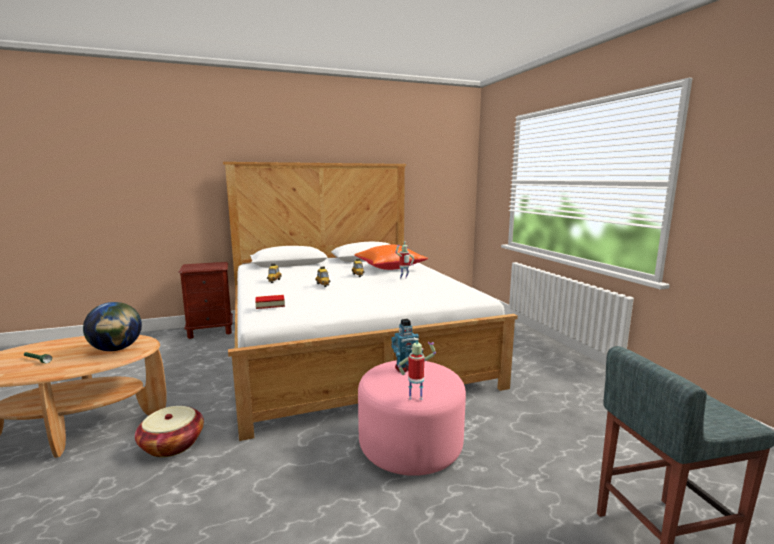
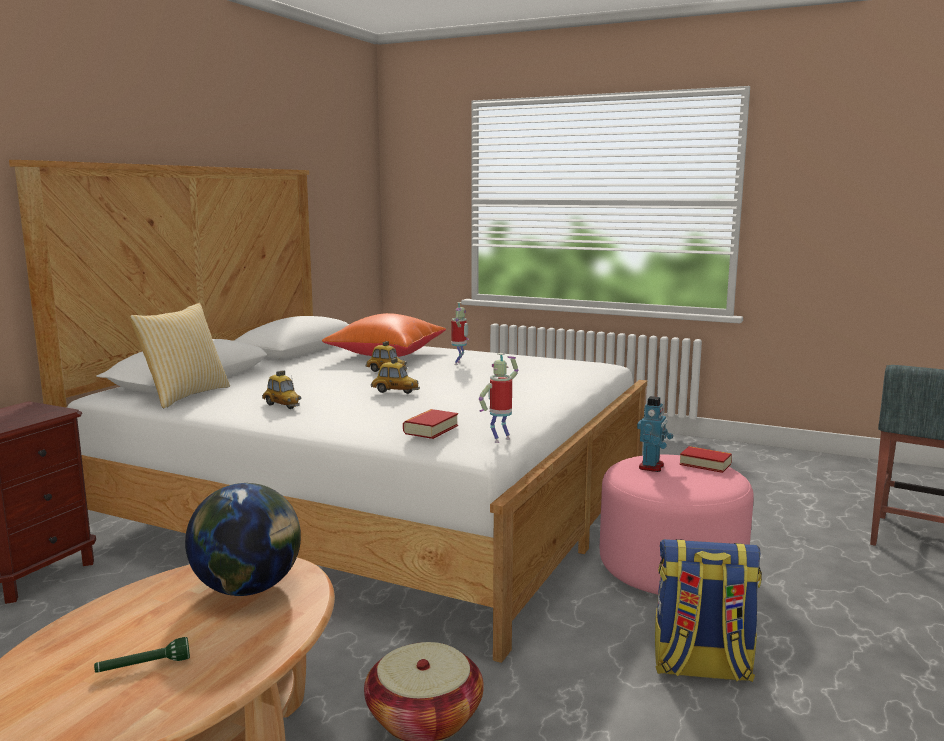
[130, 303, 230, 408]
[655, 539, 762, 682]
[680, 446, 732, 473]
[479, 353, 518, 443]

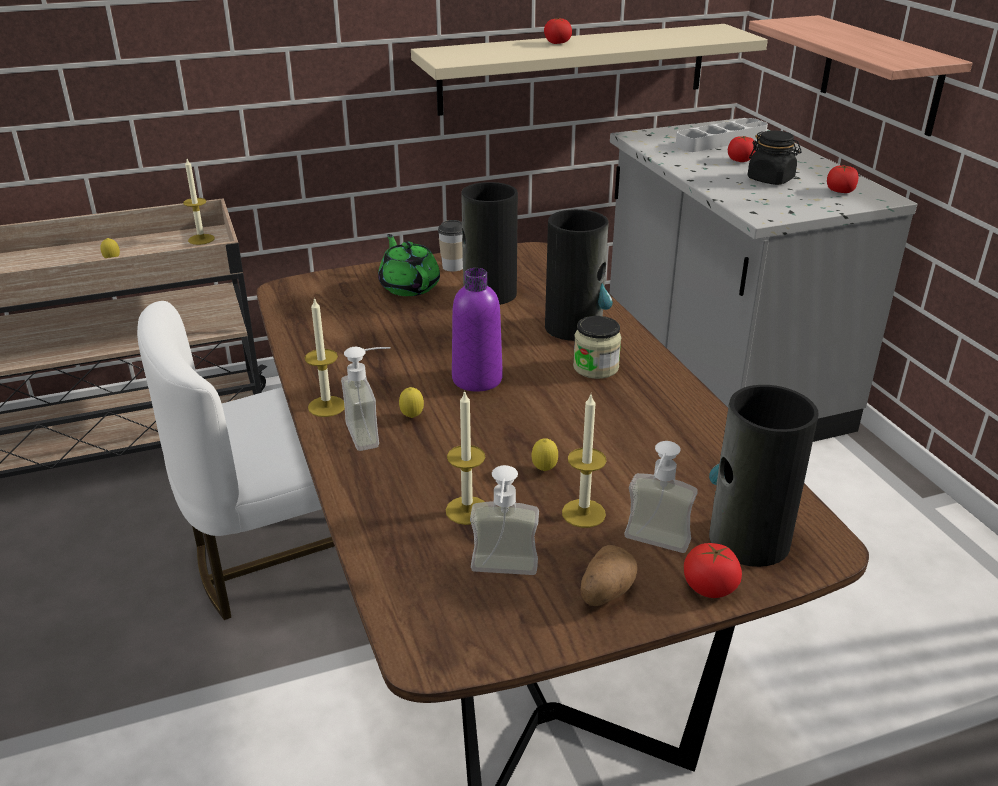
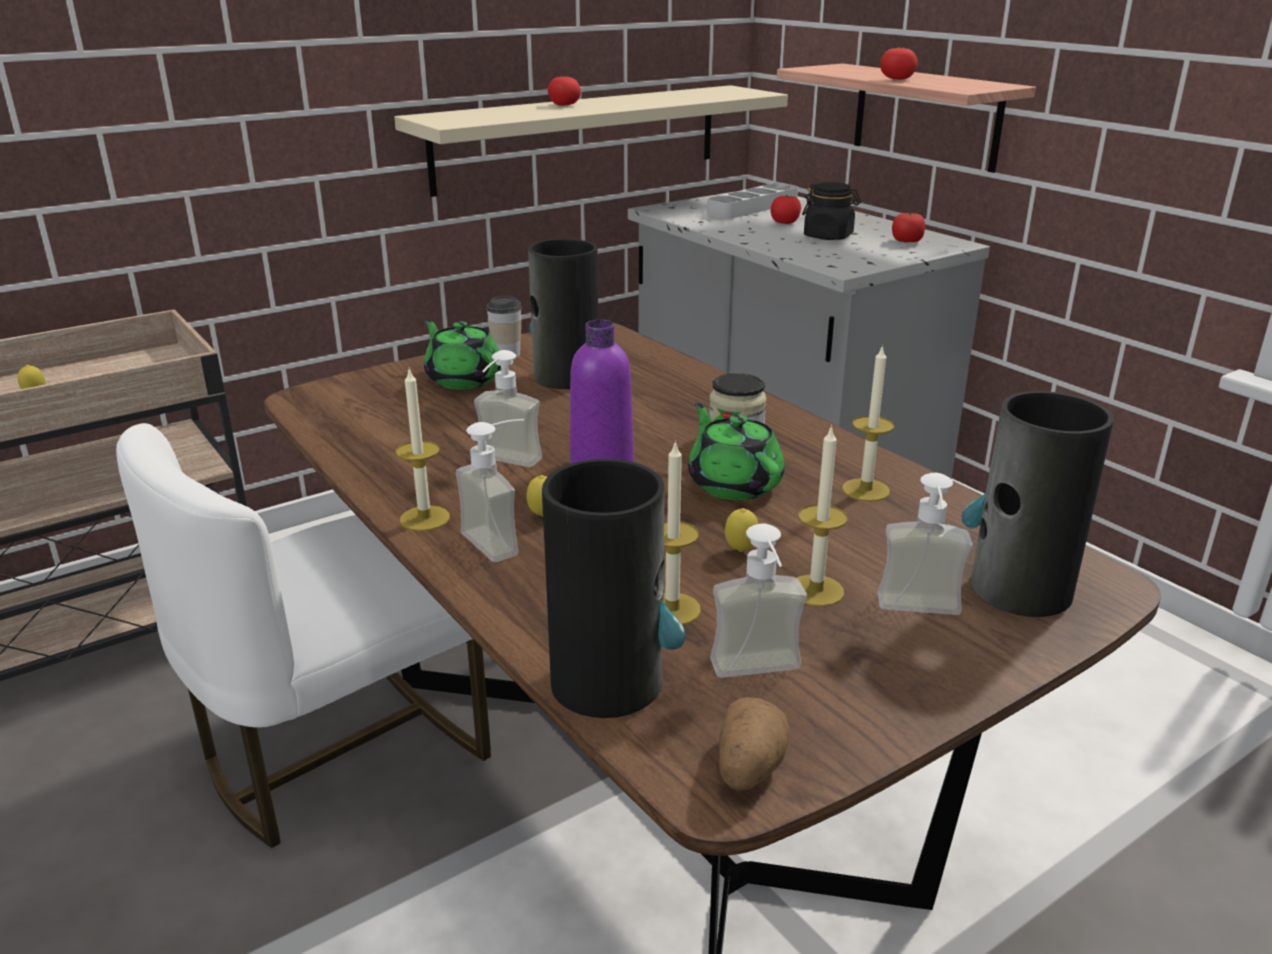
[474, 350, 542, 467]
[688, 403, 784, 500]
[842, 345, 894, 502]
[542, 459, 685, 718]
[719, 697, 790, 791]
[880, 46, 918, 80]

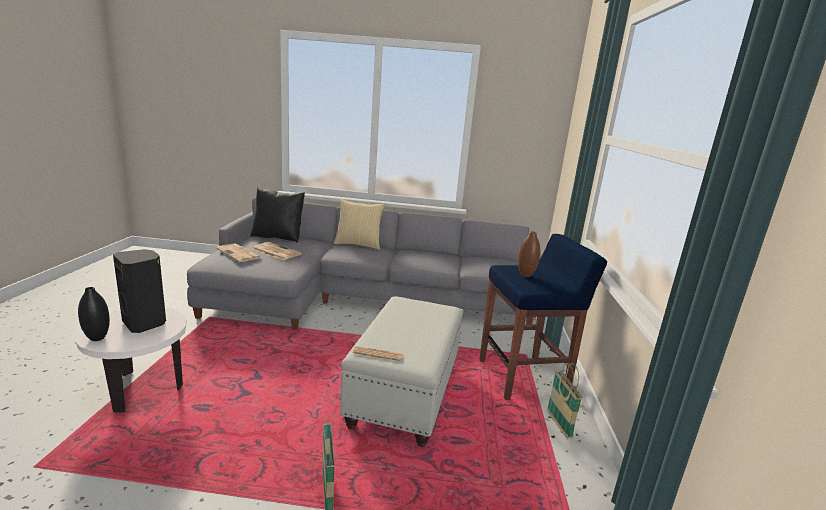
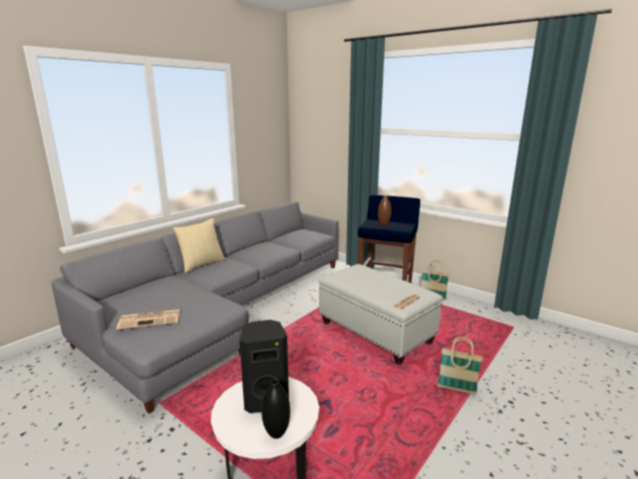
[250, 187, 305, 242] (first image)
[252, 242, 302, 260] (first image)

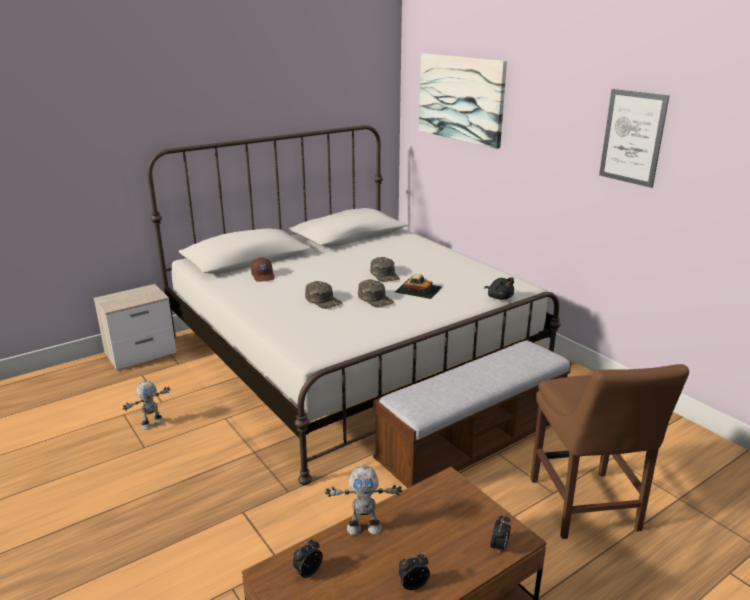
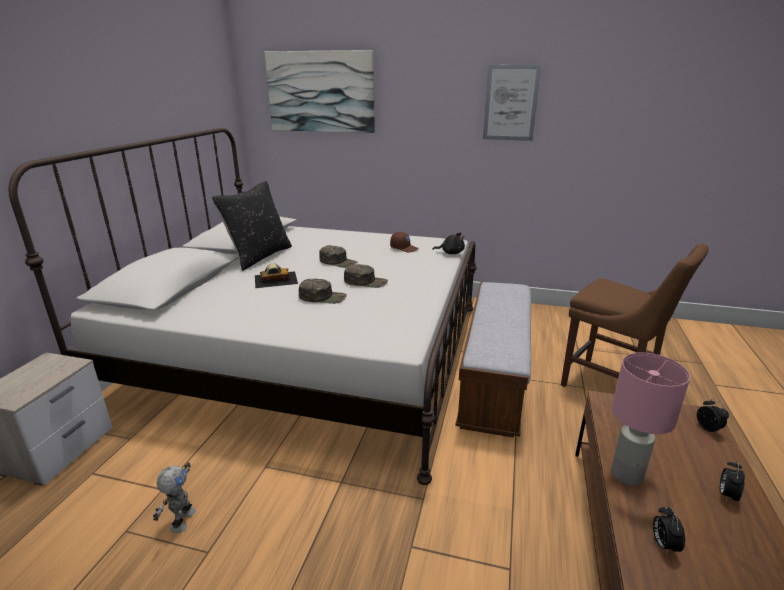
[212, 181, 292, 271]
[390, 232, 419, 253]
[255, 264, 298, 288]
[611, 353, 690, 486]

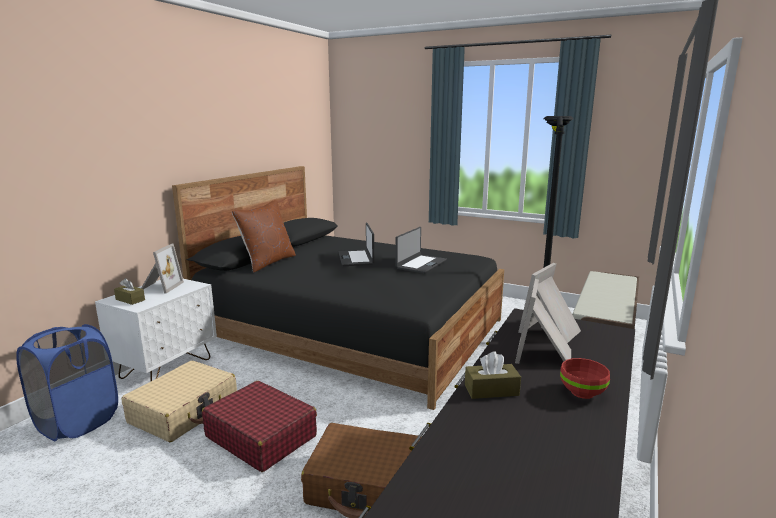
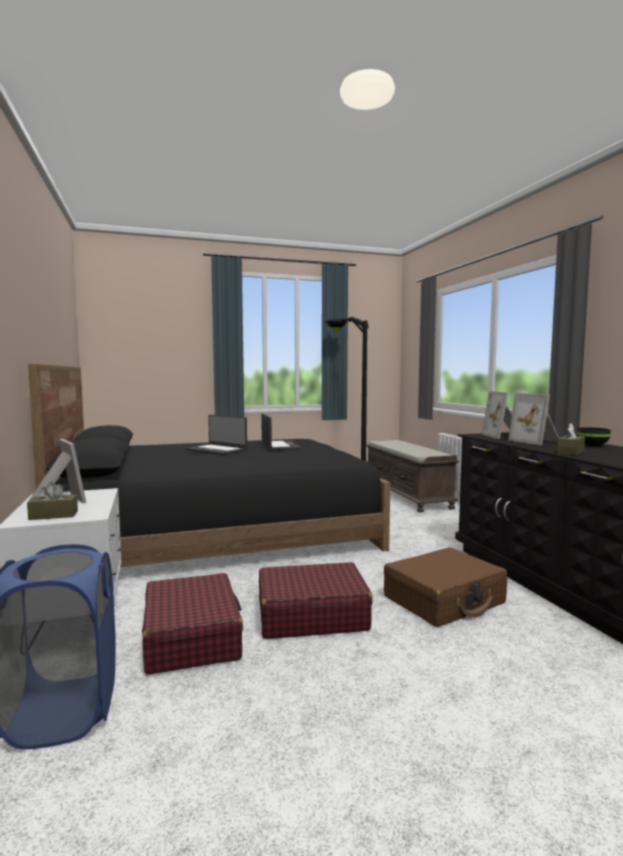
[232, 200, 296, 272] (first image)
[142, 573, 243, 675]
[577, 427, 611, 447]

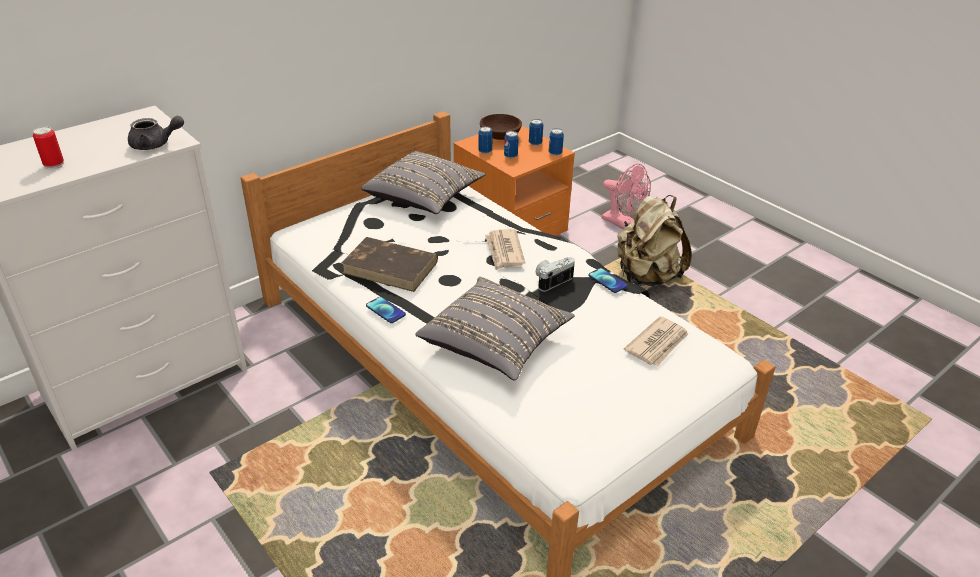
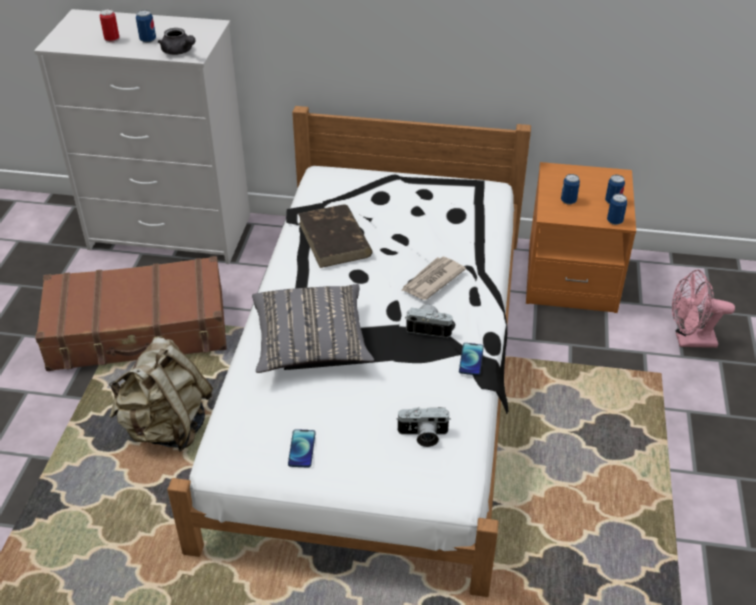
[361, 151, 485, 214] (first image)
[480, 114, 522, 140] (first image)
[35, 256, 227, 371]
[288, 429, 315, 468]
[136, 10, 156, 43]
[109, 337, 213, 452]
[396, 407, 451, 447]
[672, 270, 735, 348]

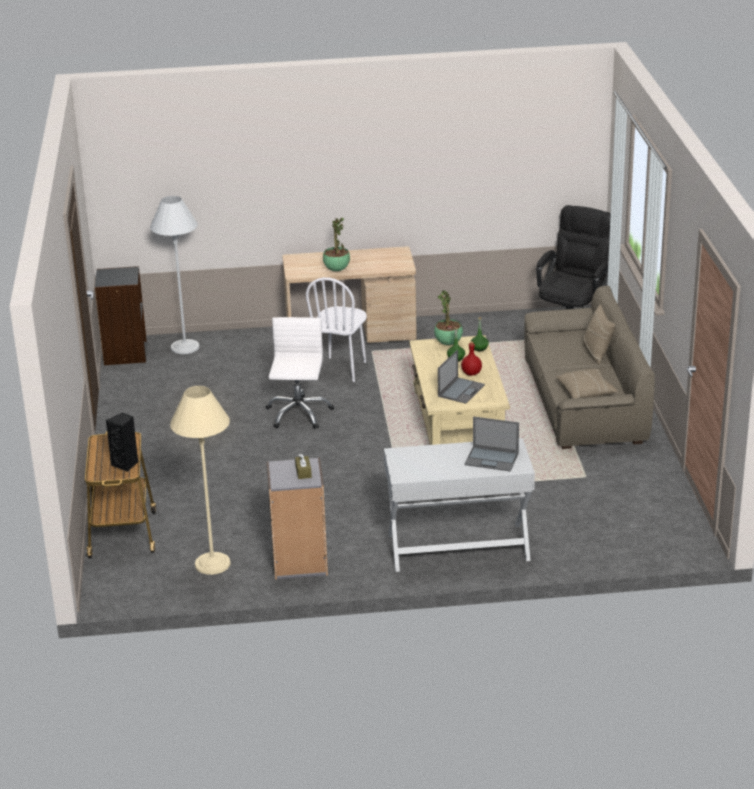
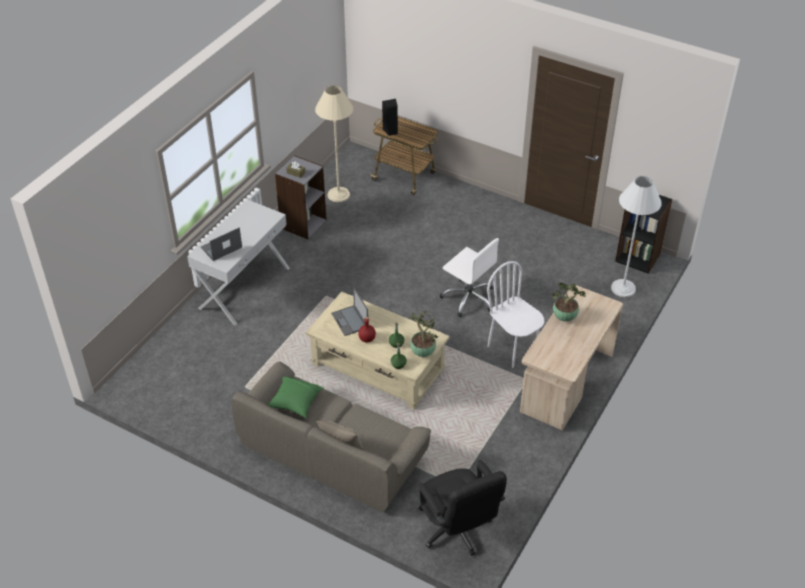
[268, 376, 323, 418]

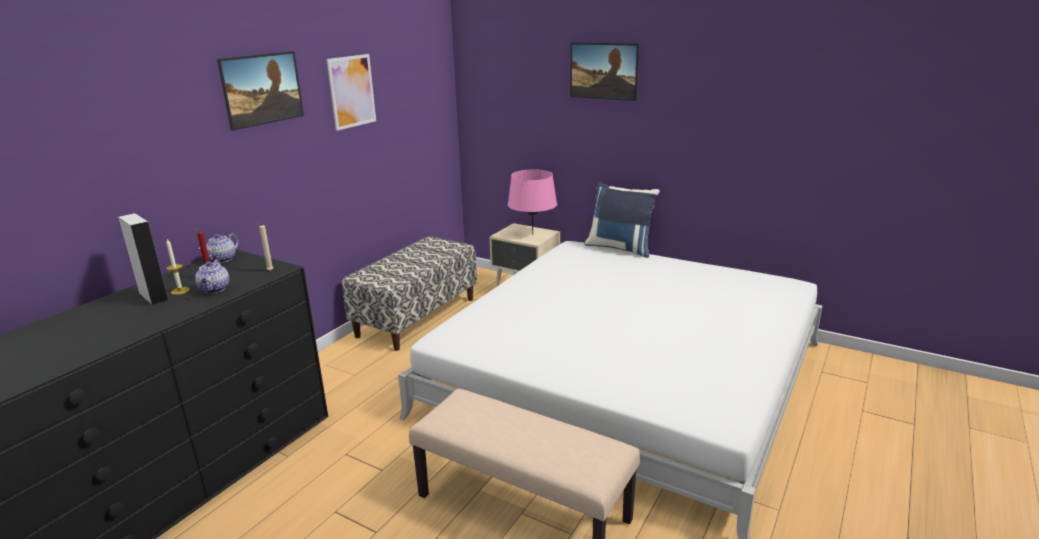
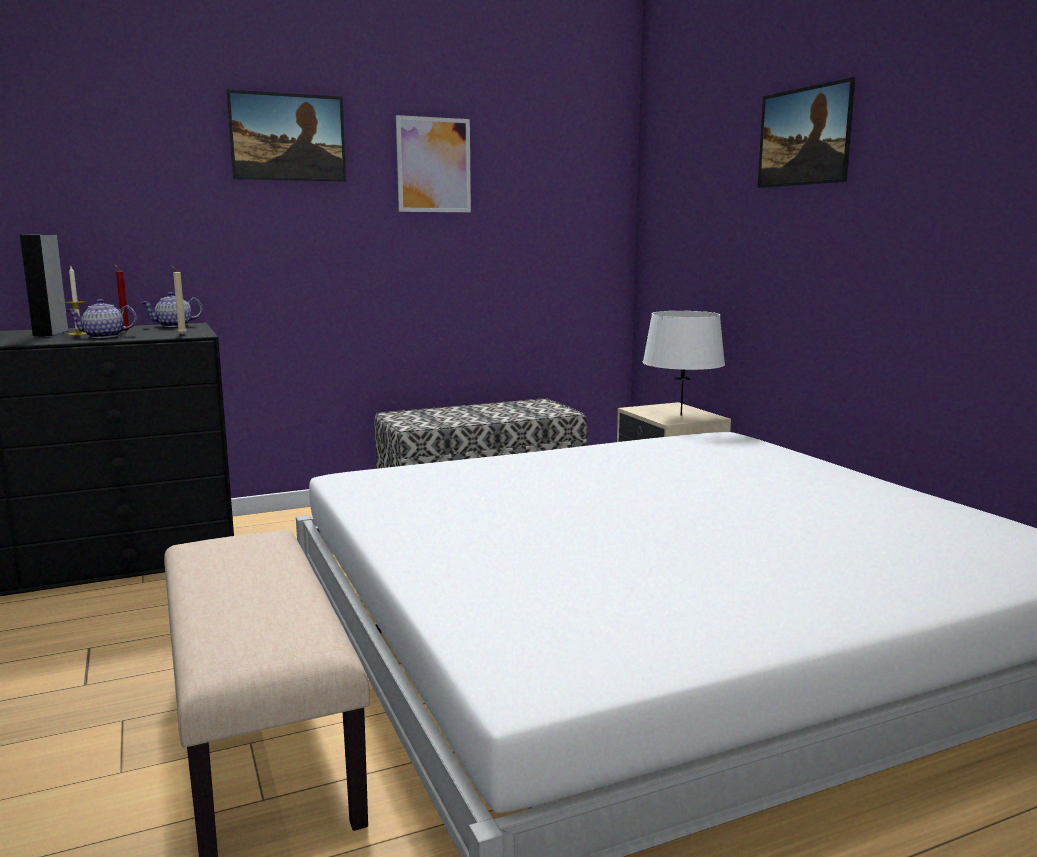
[584, 182, 660, 258] (first image)
[643, 311, 725, 416]
[67, 299, 137, 338]

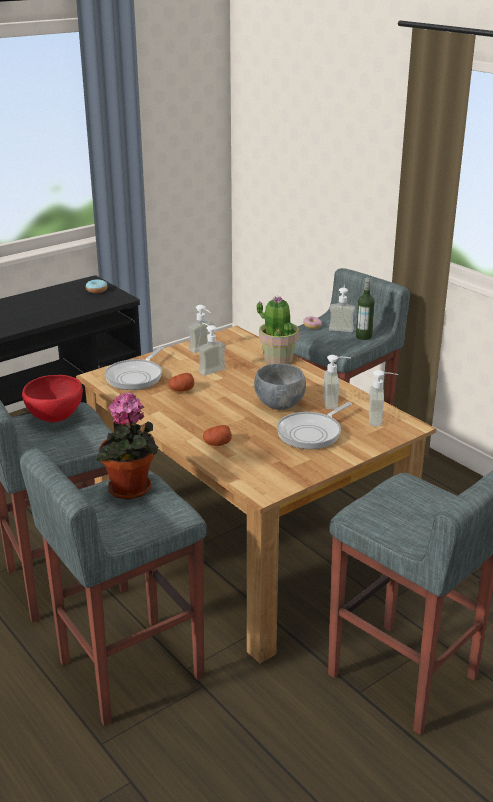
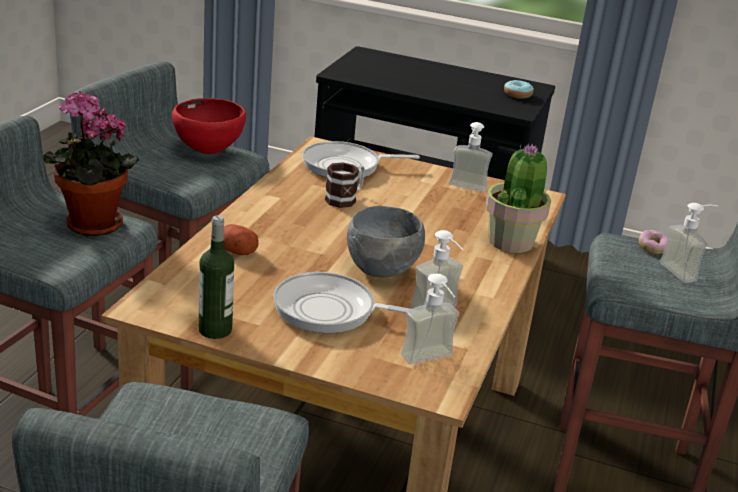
[198, 323, 226, 376] (first image)
[199, 215, 234, 339]
[325, 162, 365, 208]

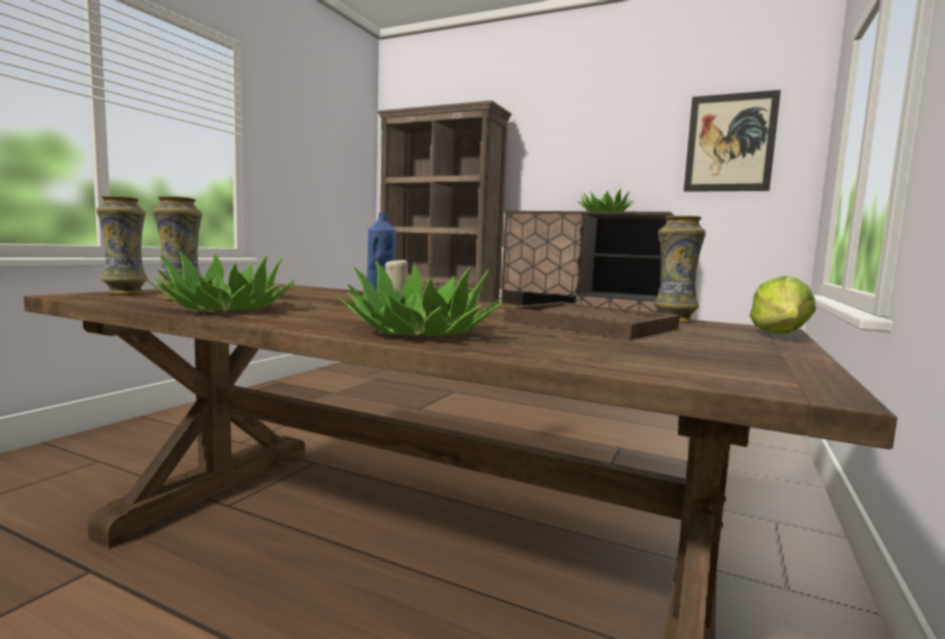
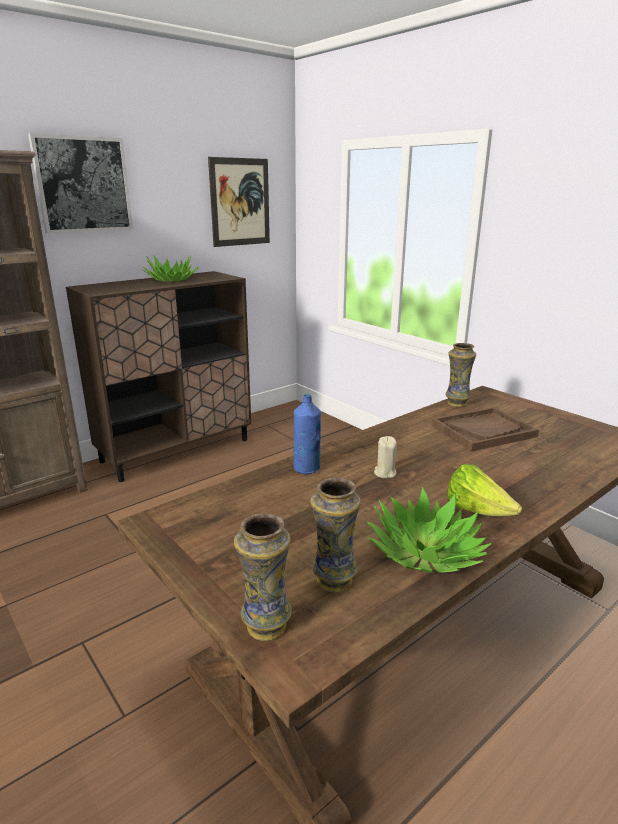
[337, 261, 502, 336] (first image)
[28, 133, 133, 233]
[447, 464, 522, 516]

